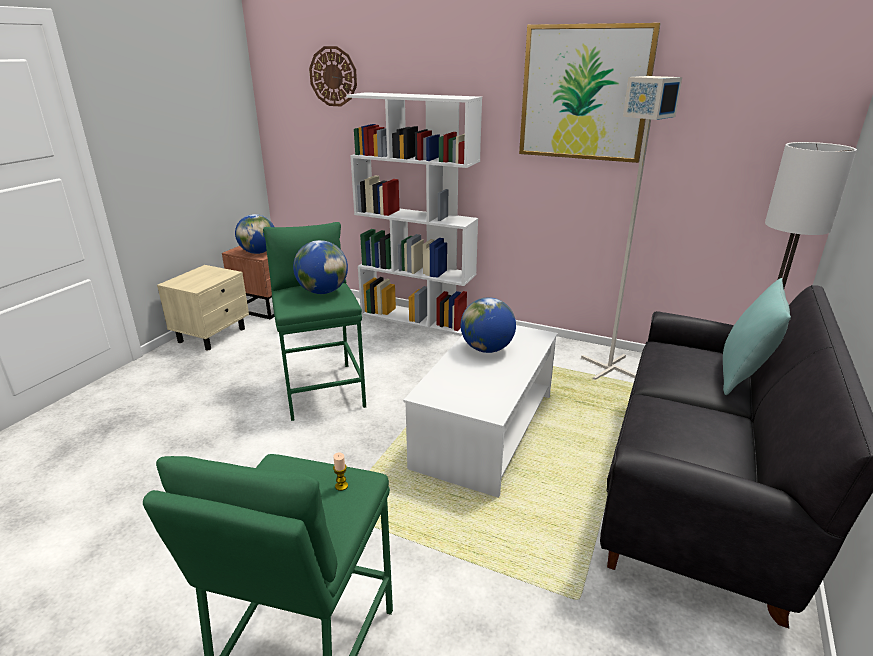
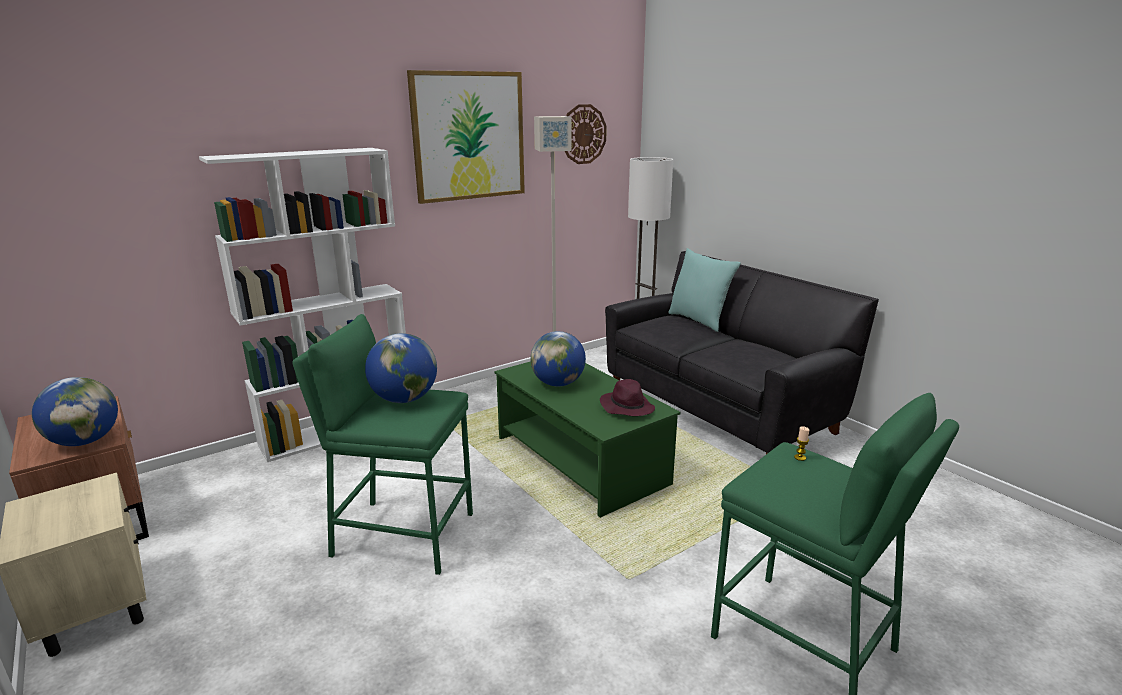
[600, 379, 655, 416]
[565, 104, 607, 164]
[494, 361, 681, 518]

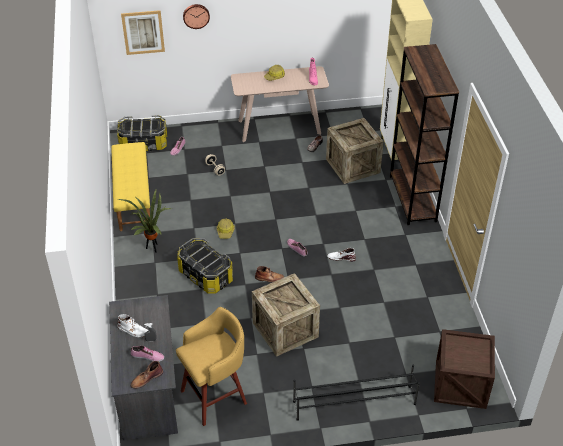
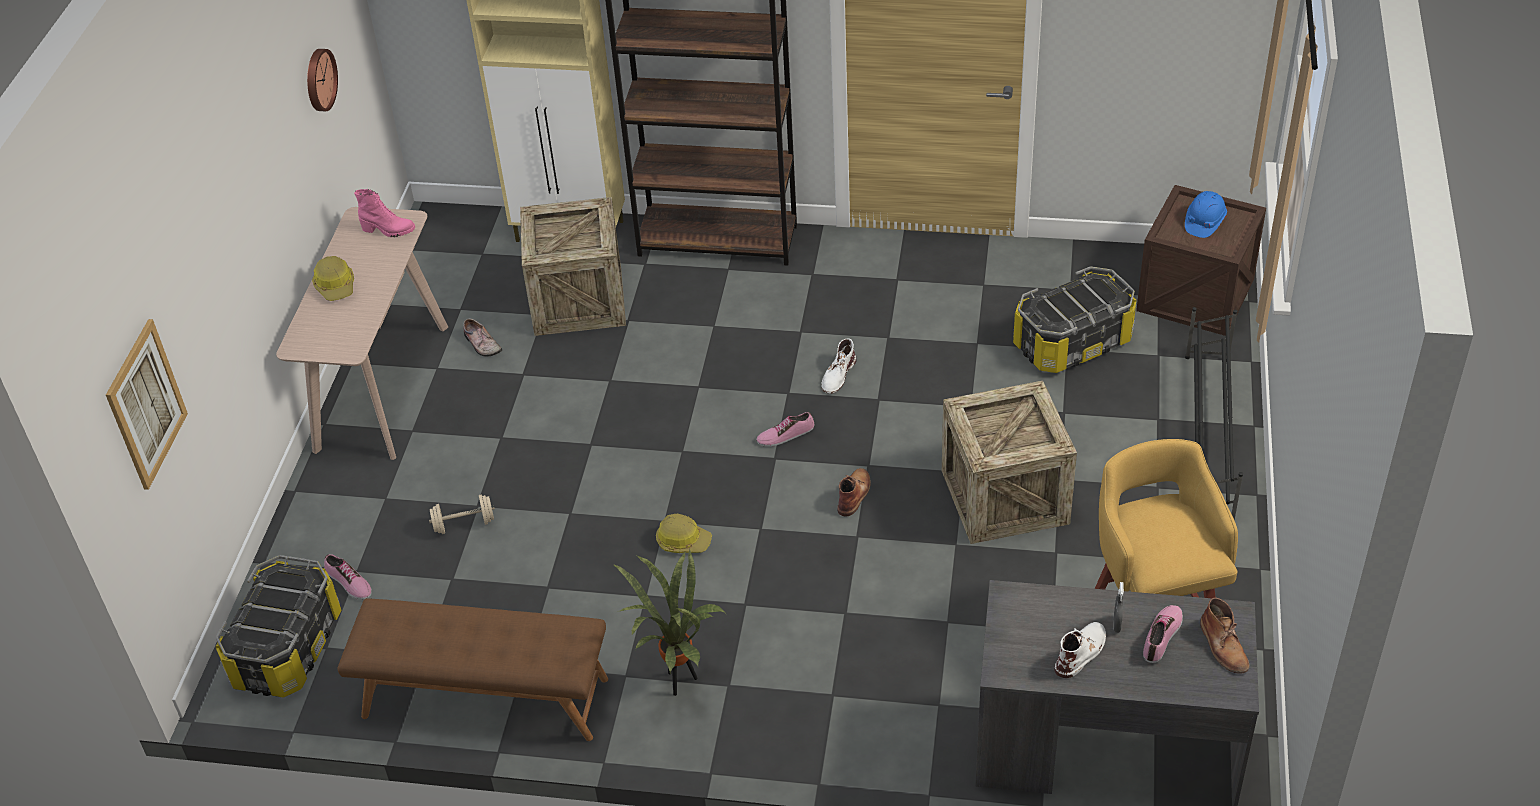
[1185, 191, 1227, 238]
[1013, 266, 1137, 373]
[307, 49, 338, 111]
[337, 598, 608, 741]

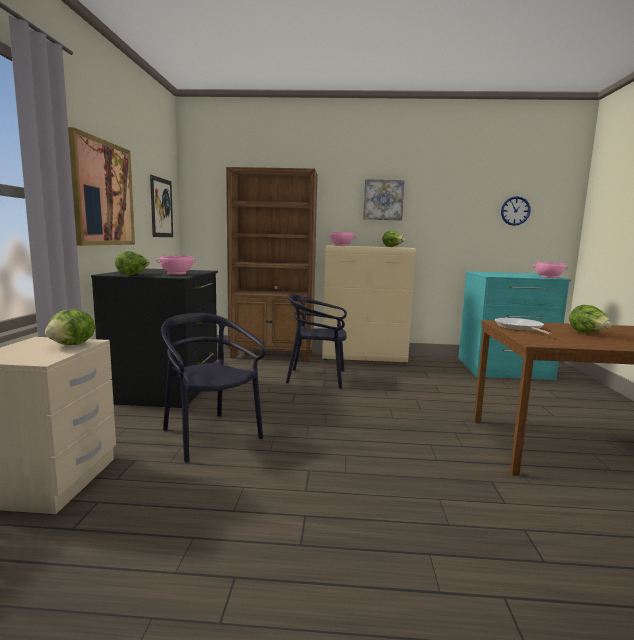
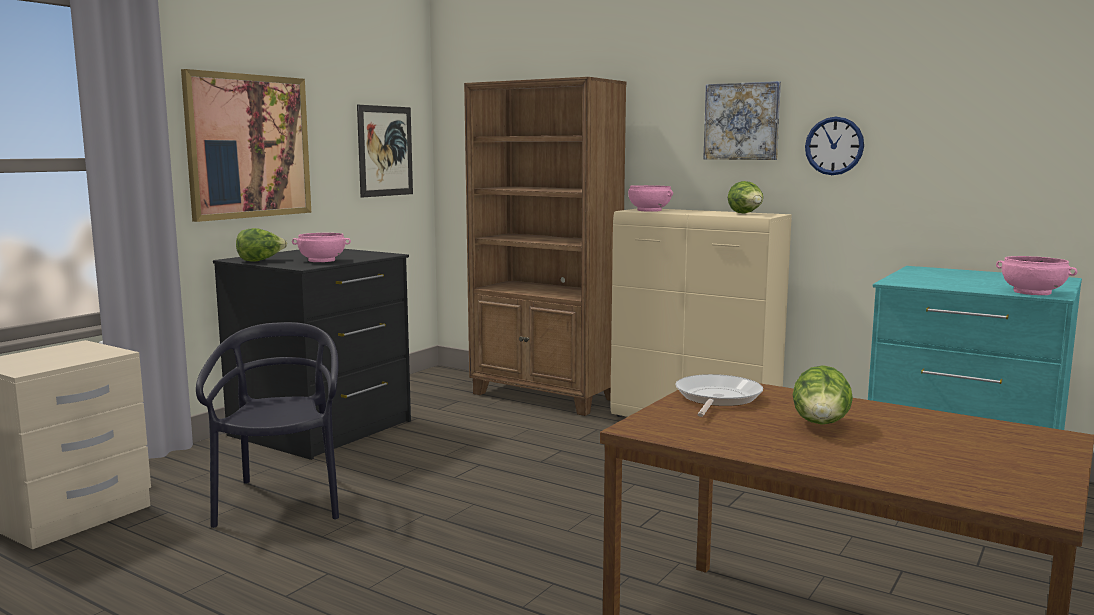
[45, 309, 95, 345] (first image)
[286, 295, 347, 389] (first image)
[805, 117, 864, 175]

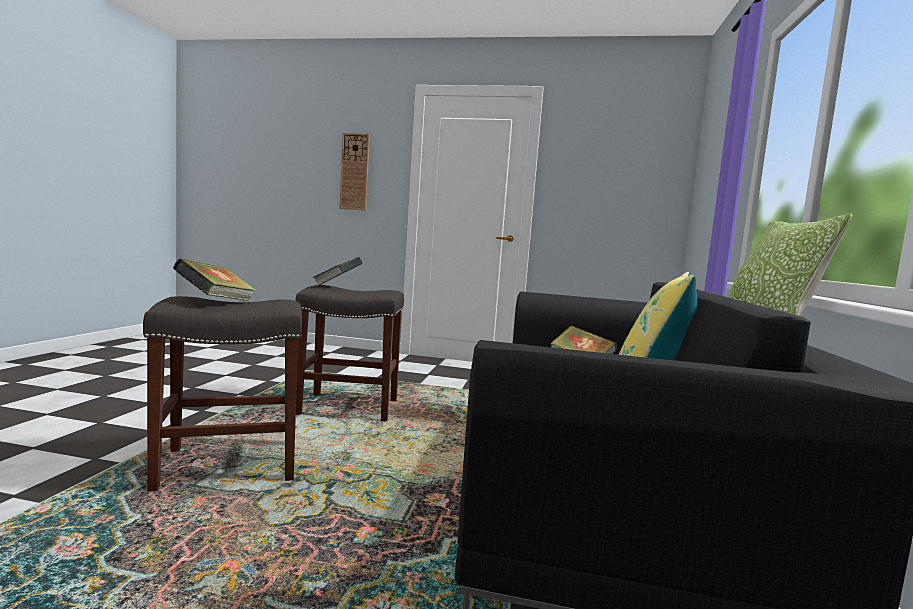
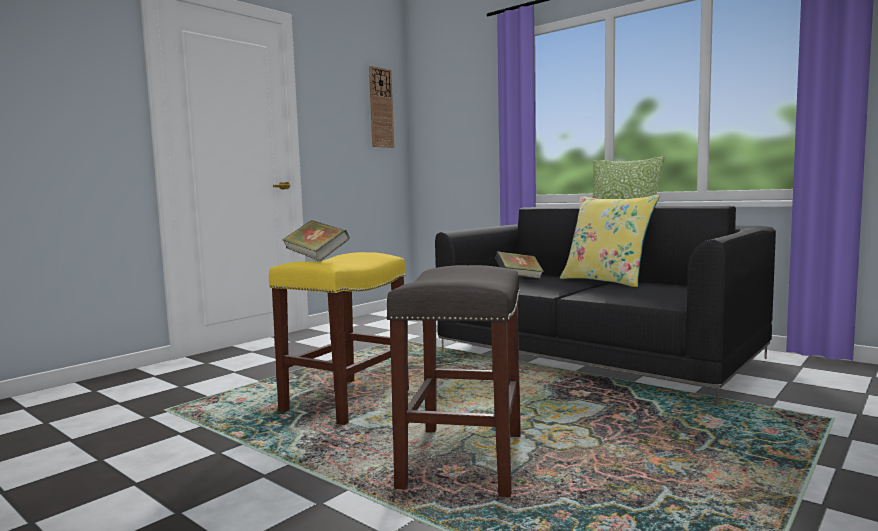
[173, 258, 257, 301] (first image)
[369, 66, 394, 148]
[269, 252, 409, 425]

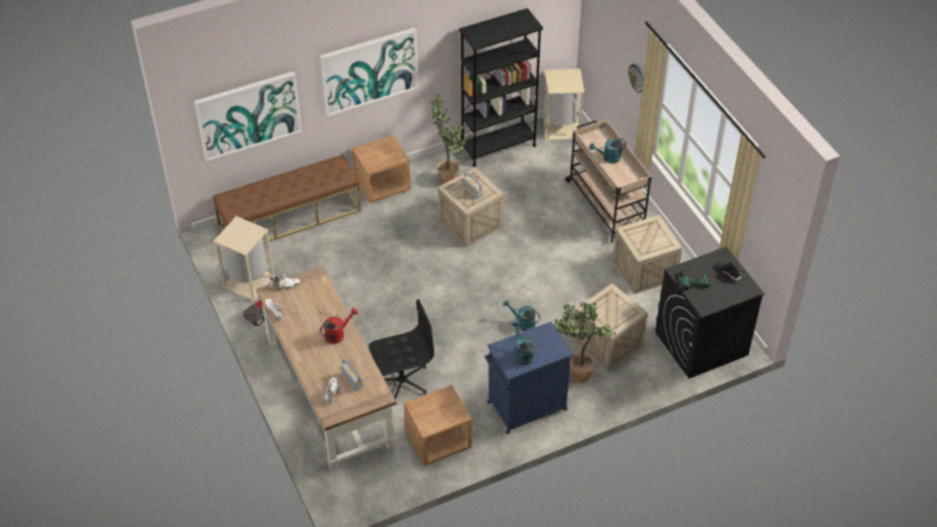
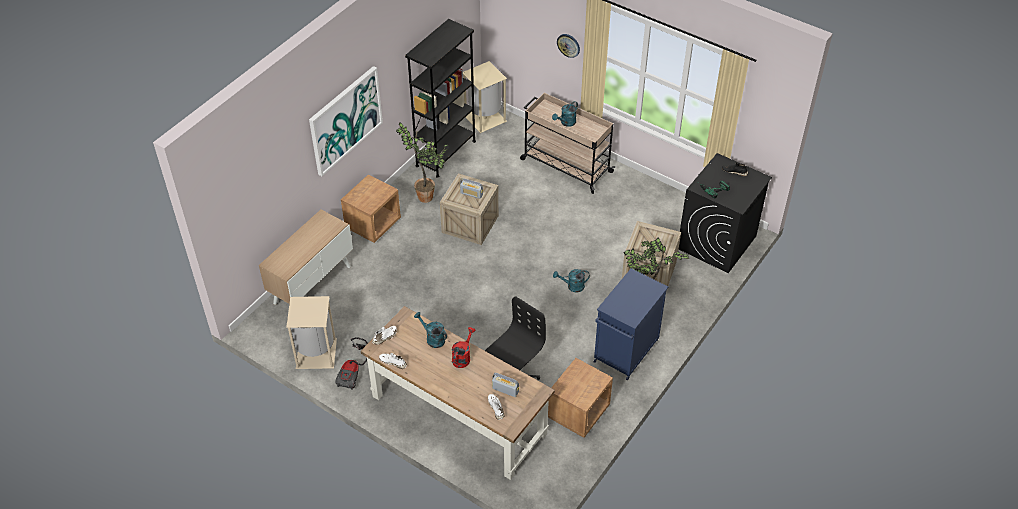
[194, 71, 302, 162] (first image)
[612, 215, 682, 294] (first image)
[414, 312, 447, 348]
[259, 210, 353, 305]

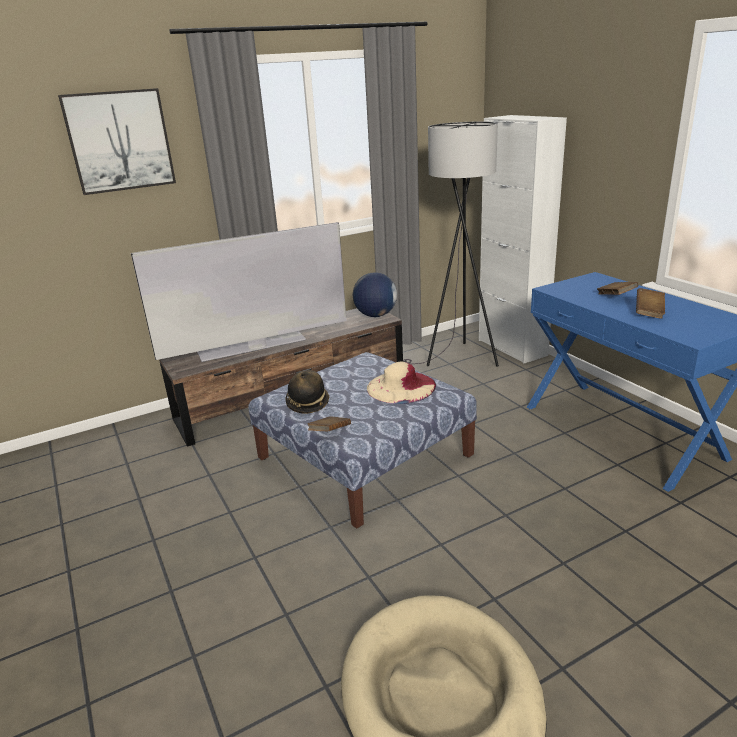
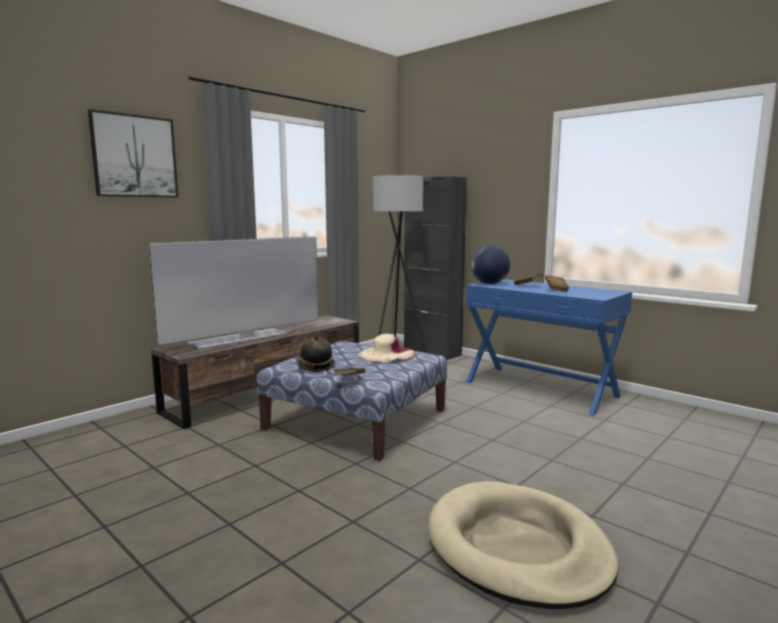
[471, 245, 510, 284]
[404, 176, 467, 360]

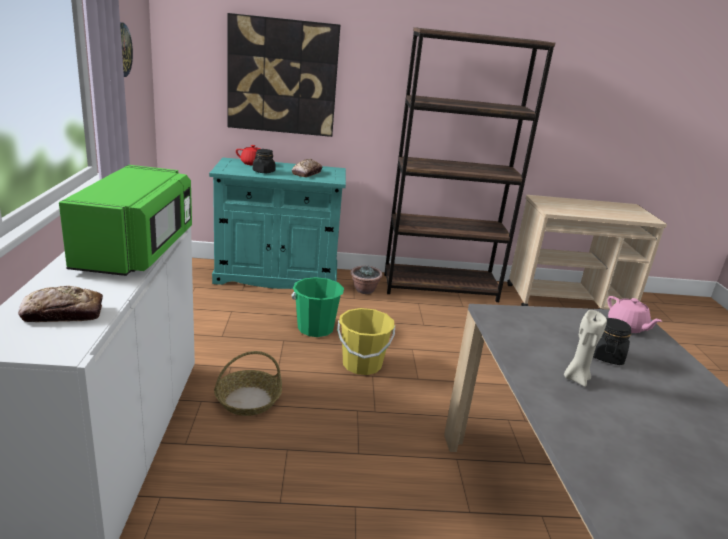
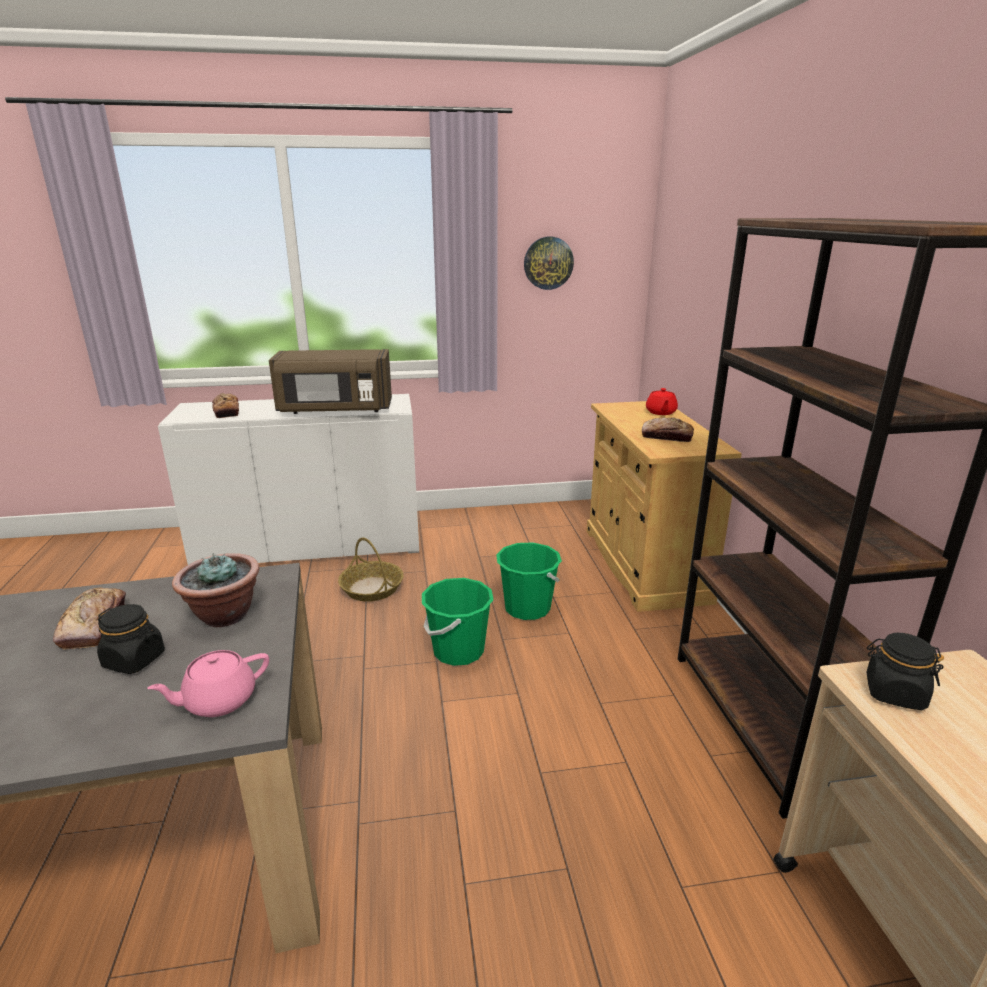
[228, 13, 340, 137] (first image)
[867, 633, 944, 710]
[172, 553, 259, 627]
[53, 588, 126, 650]
[269, 349, 392, 414]
[586, 401, 742, 612]
[422, 578, 494, 666]

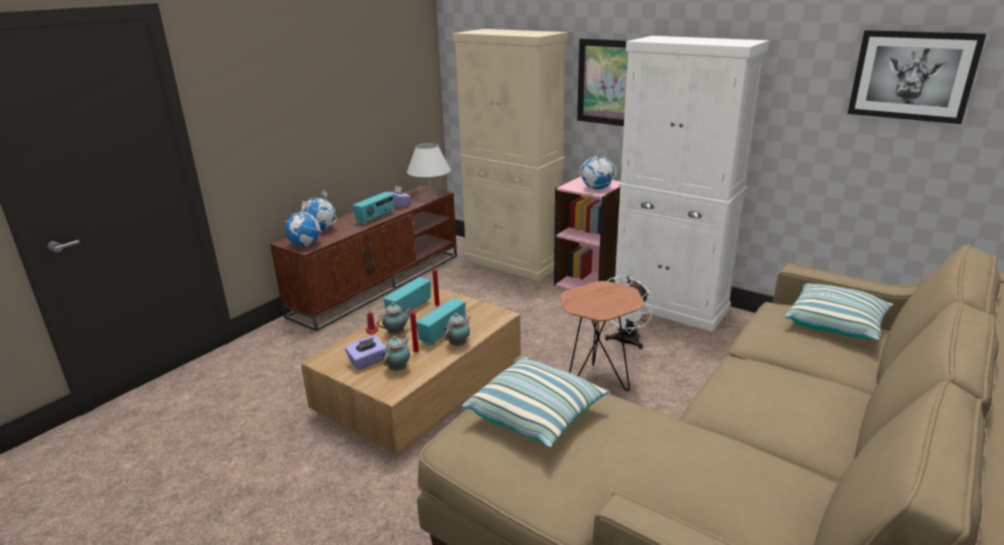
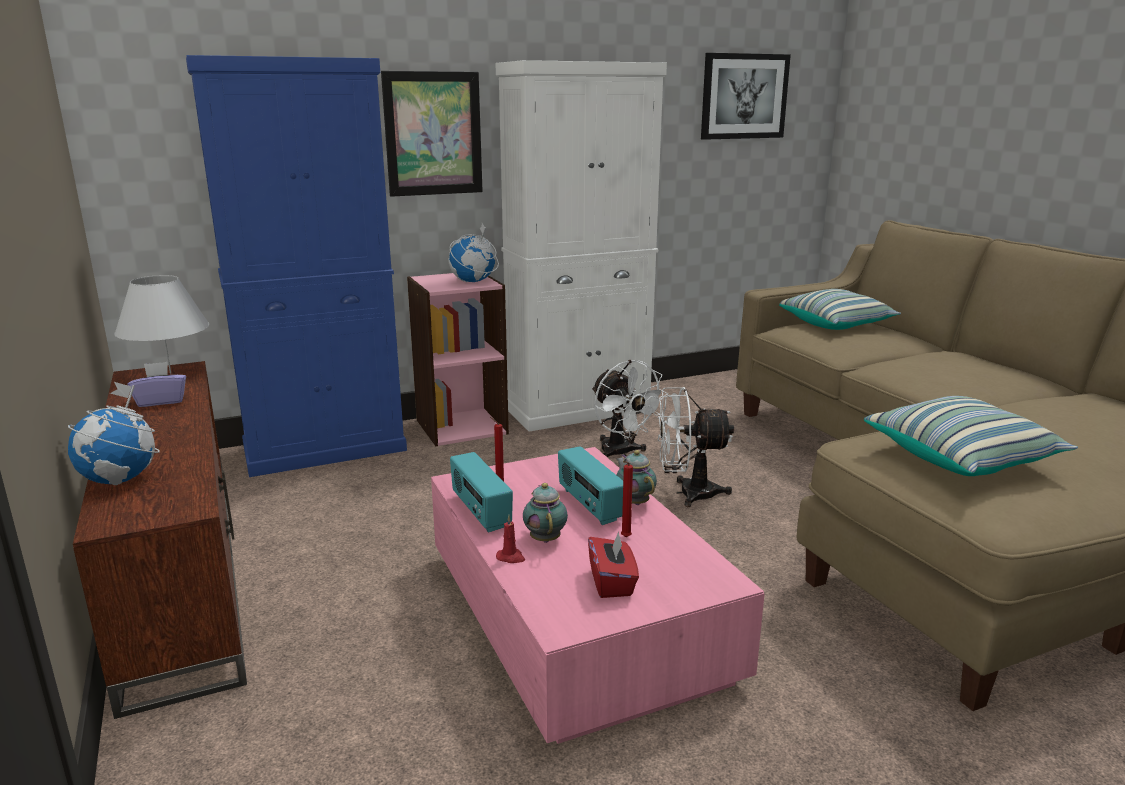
[285, 201, 322, 247] (first image)
[353, 192, 394, 224] (first image)
[383, 336, 410, 371] (first image)
[658, 387, 734, 507]
[431, 447, 765, 744]
[588, 531, 639, 598]
[186, 55, 407, 477]

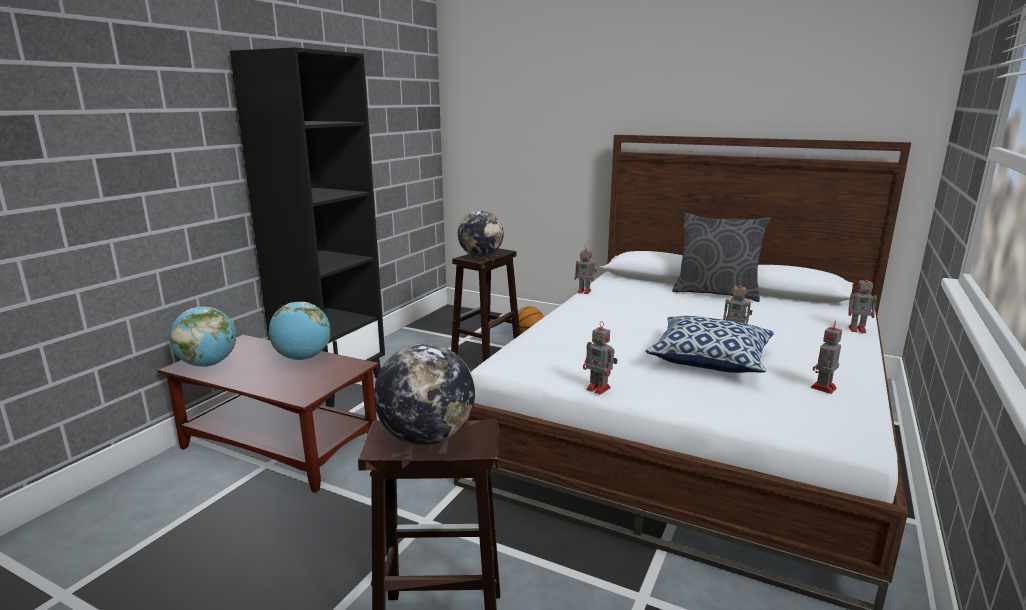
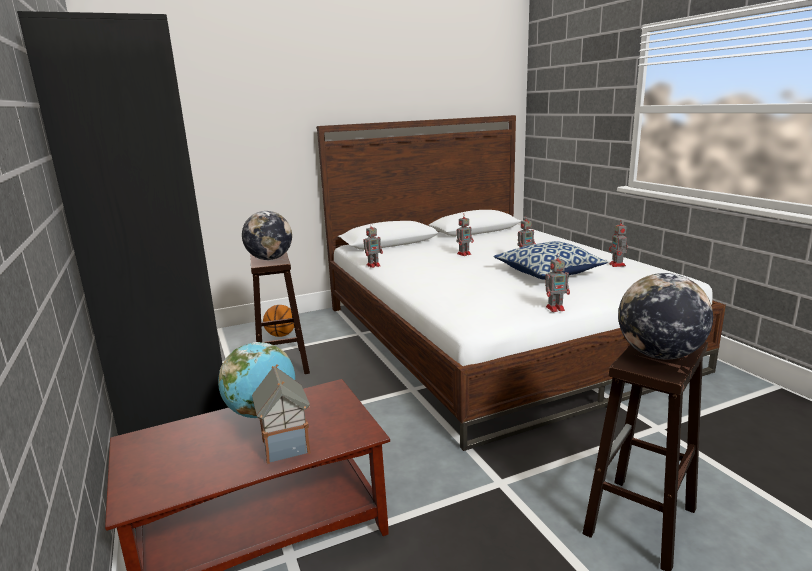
[169, 306, 236, 367] (first image)
[672, 212, 771, 302] (first image)
[252, 364, 310, 464]
[457, 216, 474, 256]

